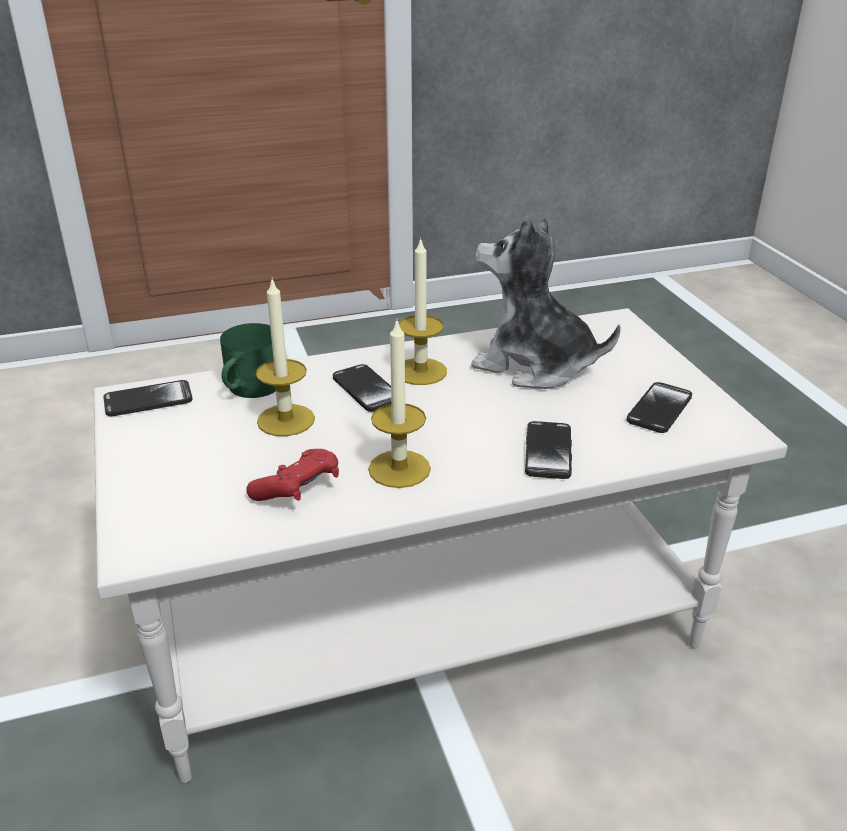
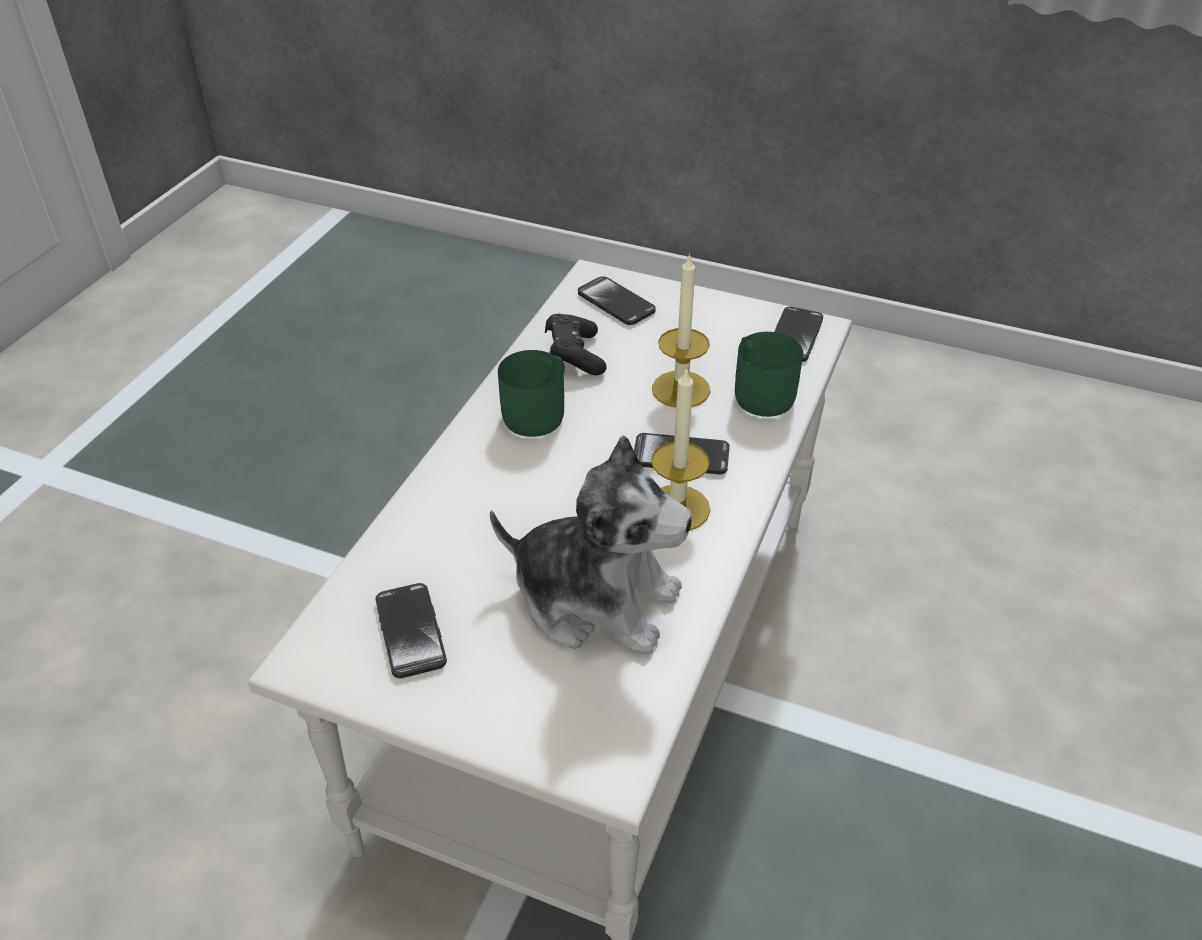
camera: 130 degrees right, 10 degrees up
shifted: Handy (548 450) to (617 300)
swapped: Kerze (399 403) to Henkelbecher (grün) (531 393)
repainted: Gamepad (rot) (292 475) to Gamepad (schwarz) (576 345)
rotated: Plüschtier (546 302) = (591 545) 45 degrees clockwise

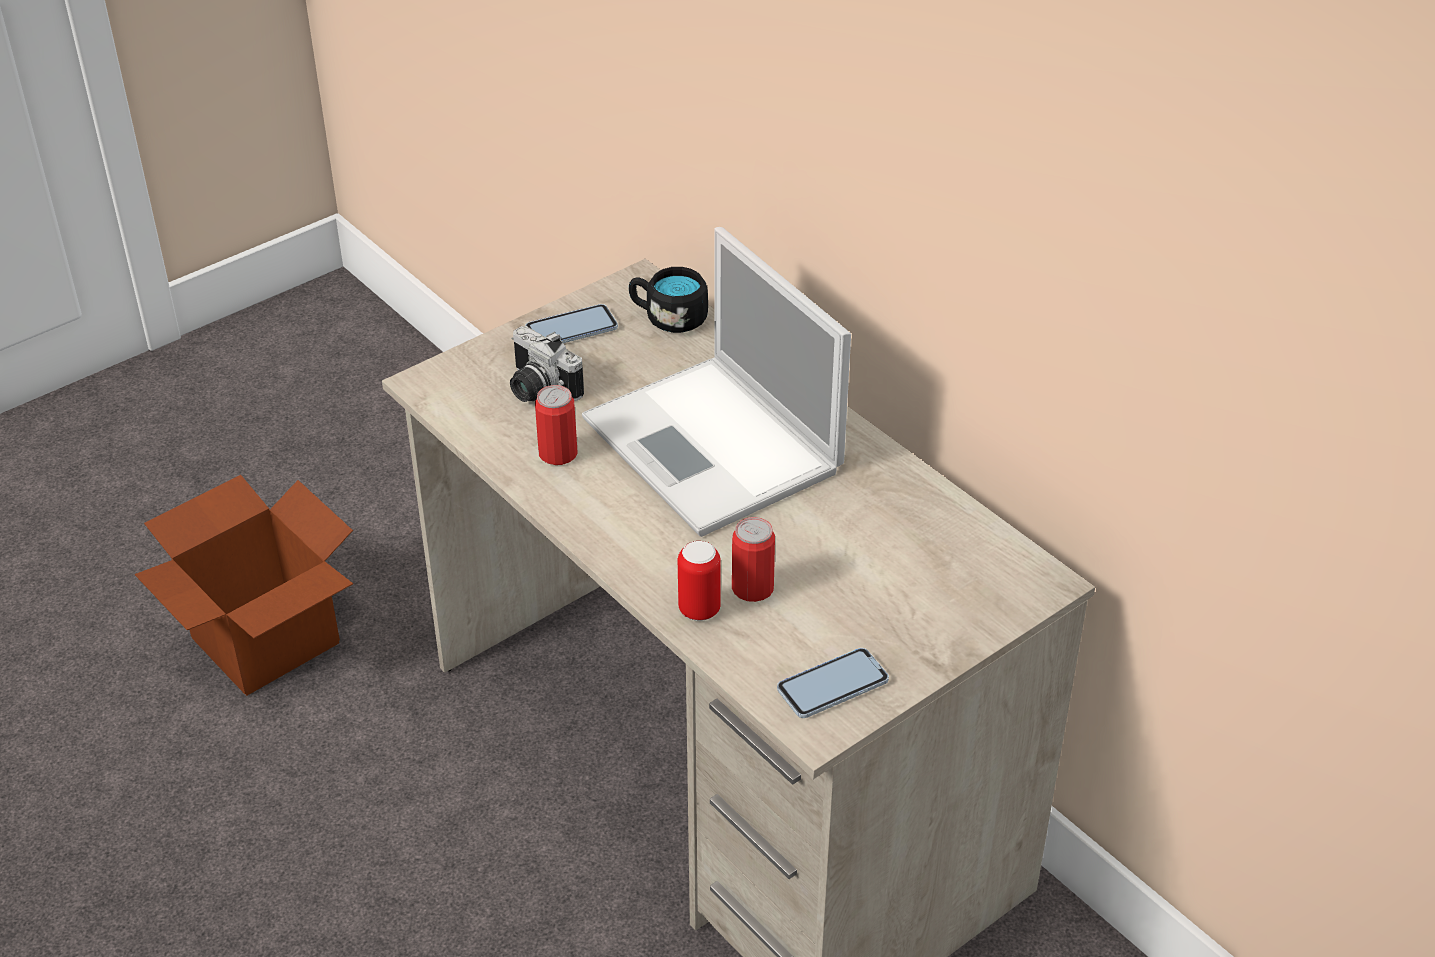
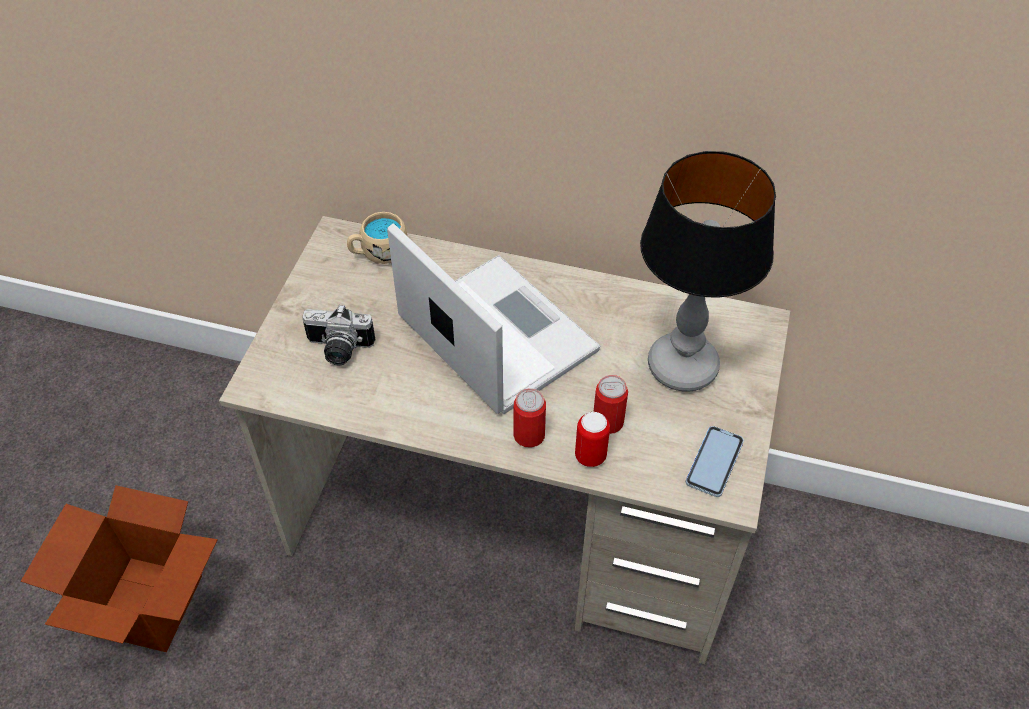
camera: 35 degrees left, 10 degrees up
gone: Handy (571 323)
new: Tischlampe (708 271)
shifted: Dose (556 425) to (530 418)
repainted: Henkelbecher (schwarz) (668 300) to Henkelbecher (beige) (377 238)
rotated: Laptop (716 382) = (493 319) 150 degrees counterclockwise

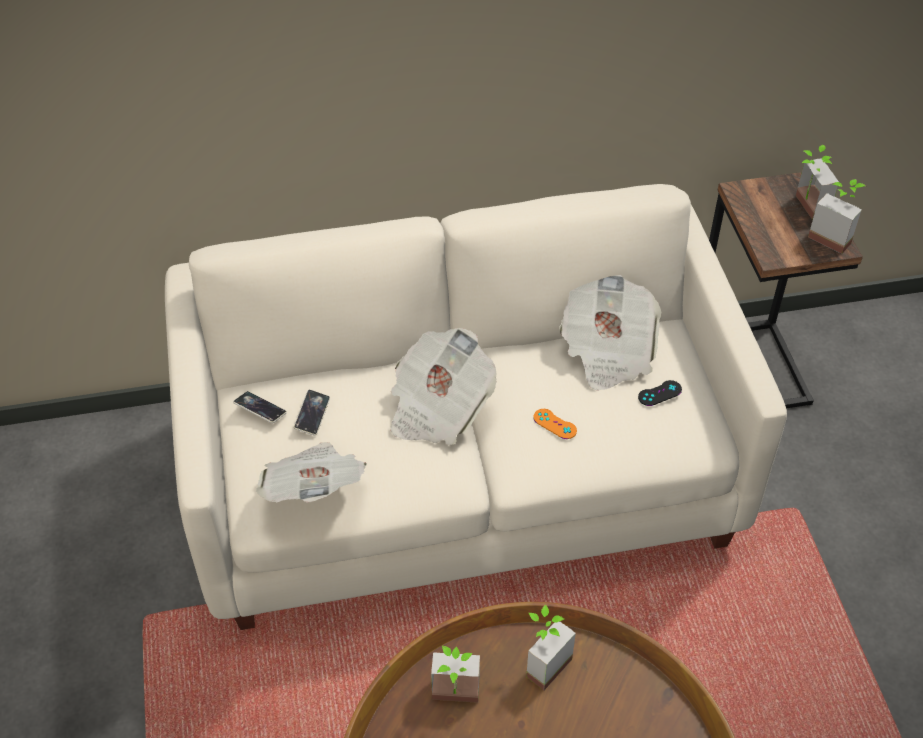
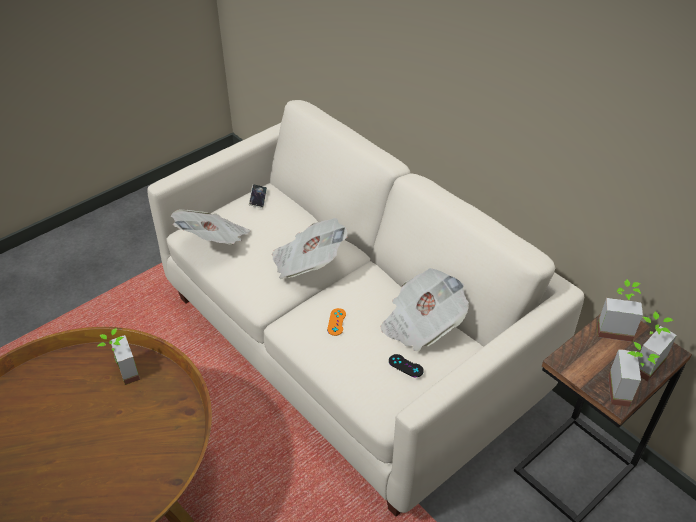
camera: 60 degrees right, 5 degrees down
gone: Handy (312 413)
shifted: Topfpflanze (551 648) to (620 310)

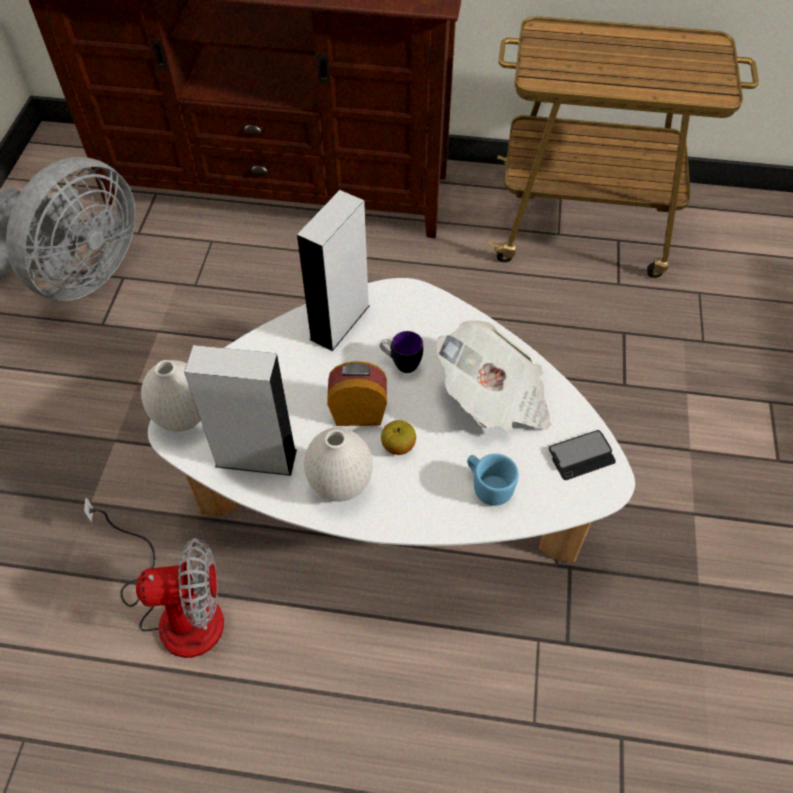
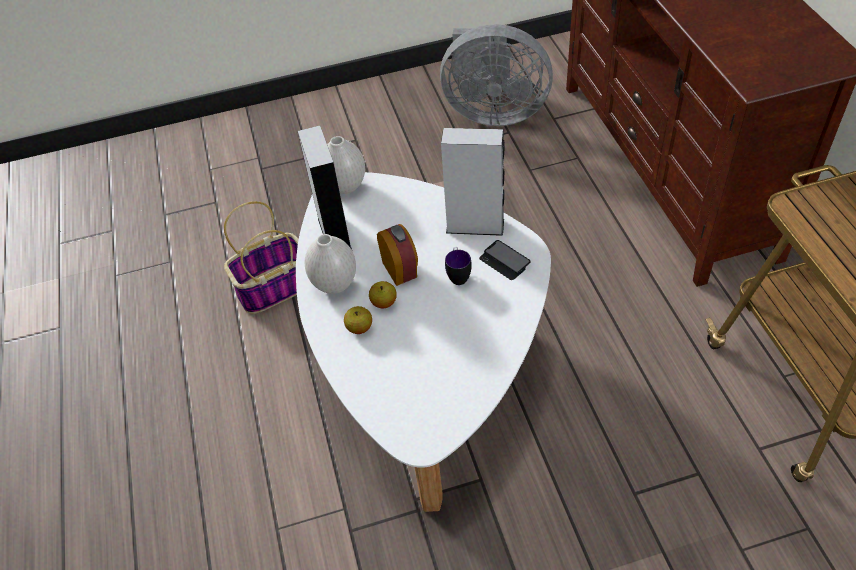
camera: 70 degrees right, 5 degrees down
gone: Zeitung (493 376); Henkelbecher (blau) (493 480)
new: Apfel (358 320)
shifted: Handy (582 455) to (505 260)
swapped: Ventilator (154 577) to Korb (261 257)

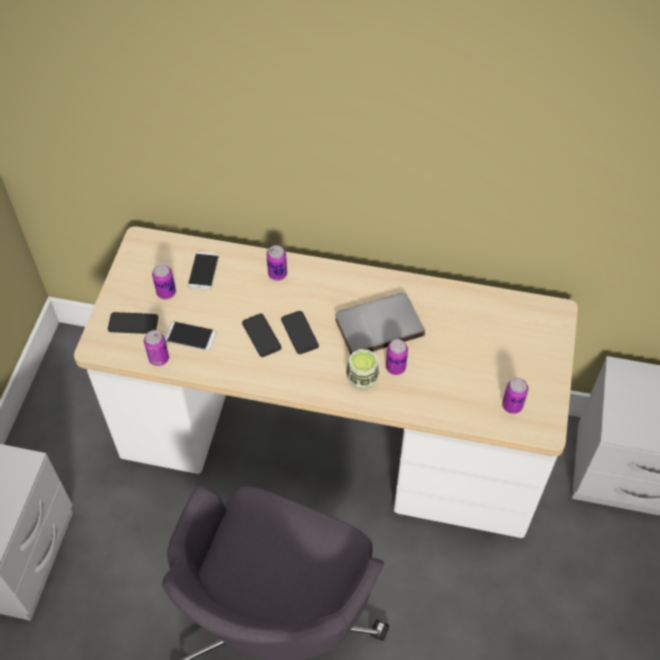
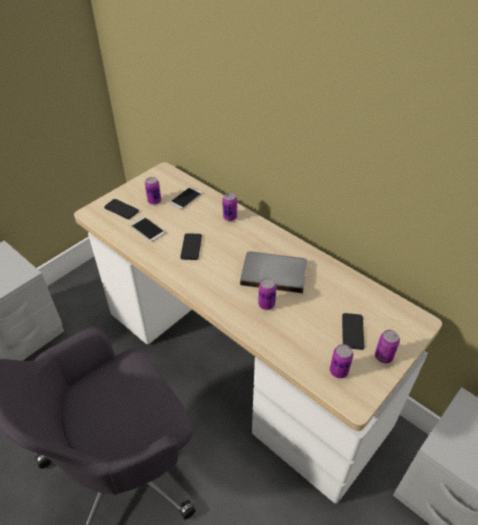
camera: 30 degrees right, 10 degrees down
gone: Tasse (362 369)
shifted: Dose (156 348) to (387 346); Handy (300 332) to (353 331)

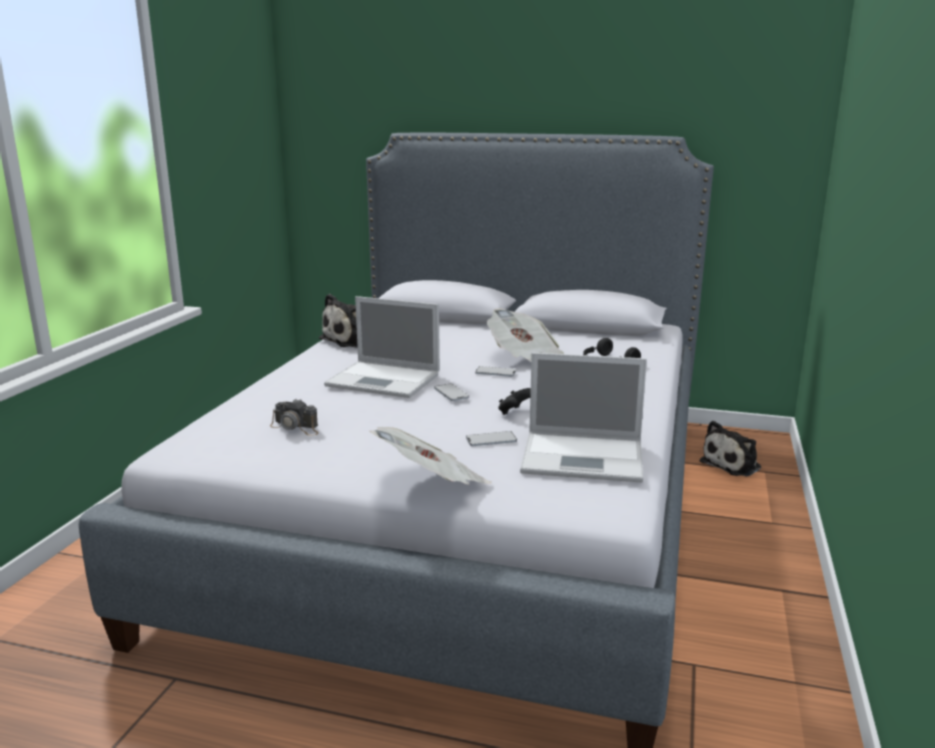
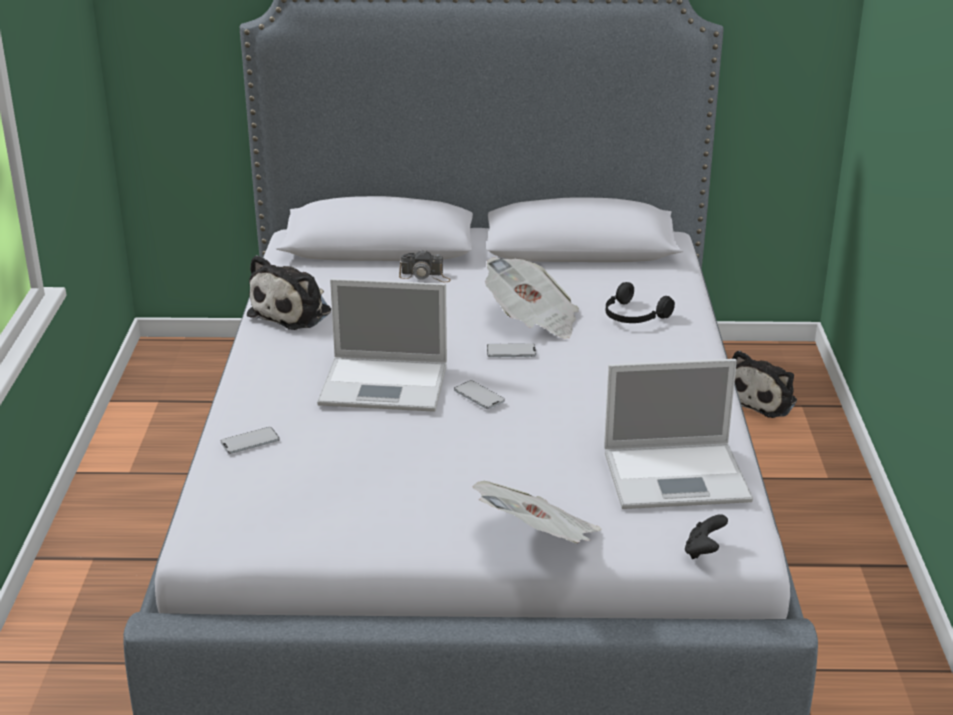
camera: 15 degrees left, 10 degrees up
shifted: Kamera (294 417) to (425 266); Handy (491 438) to (250 440); Gamepad (schwarz) (515 401) to (706 536)

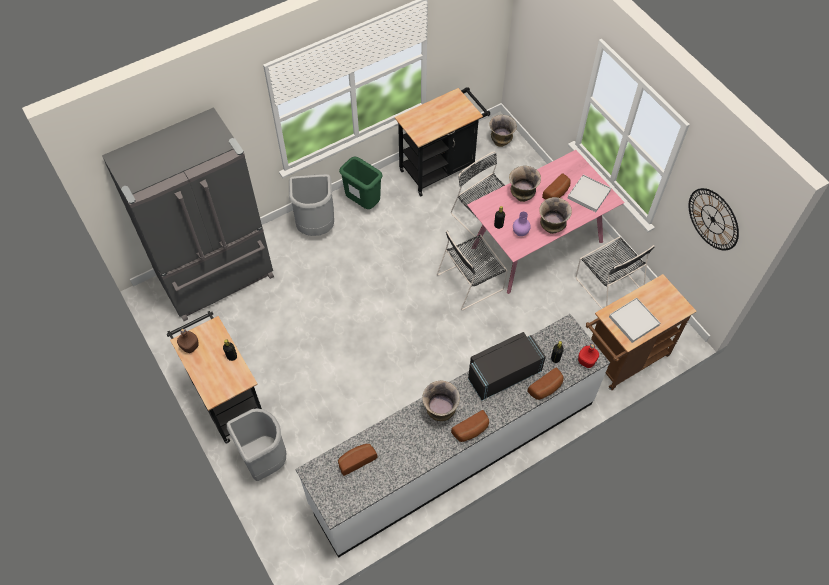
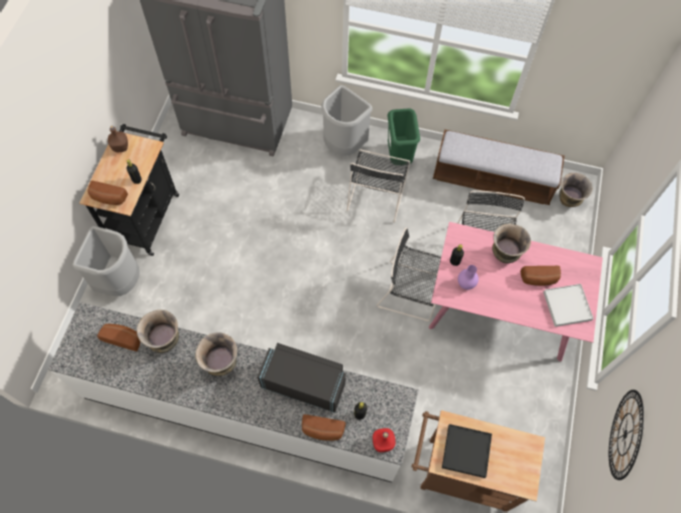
camera: 45 degrees right, 5 degrees up
shifted: Brot (470 426) to (108 193); Vase (555 215) to (158 331); Stuhl (schwarz) (615 272) to (378 186)
swapped: Rollwagen (schwarz) (442 141) to Bank (499 167)
repainted: Tablett (weiß) (634 320) to Tablett (schwarz) (467 451)

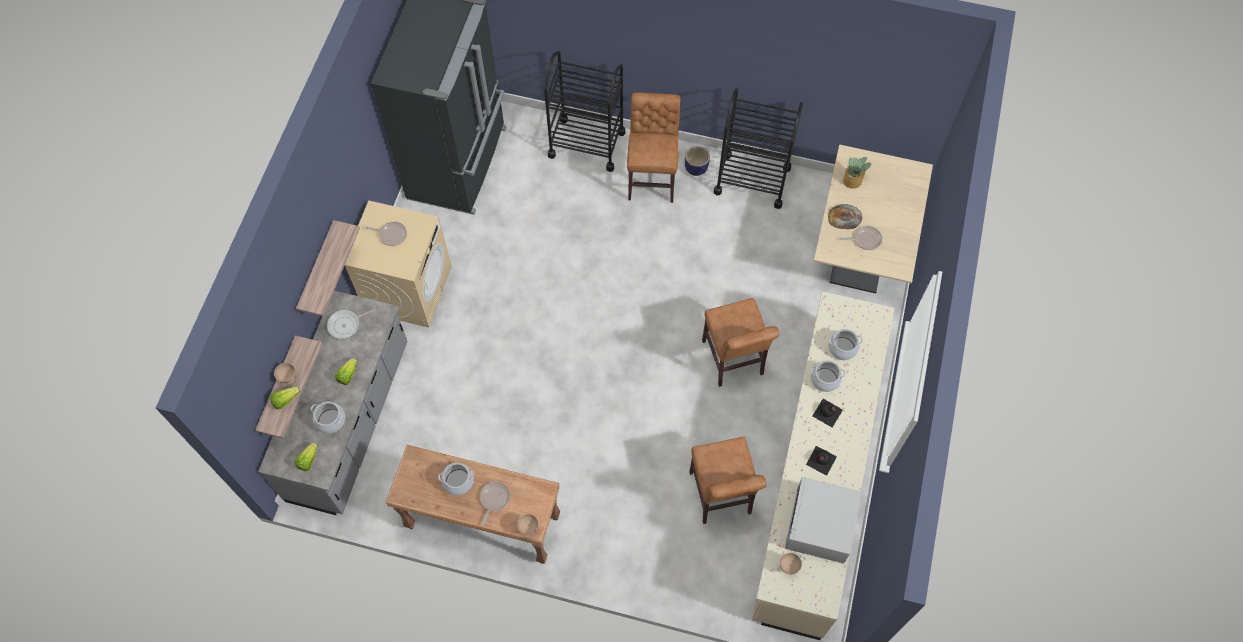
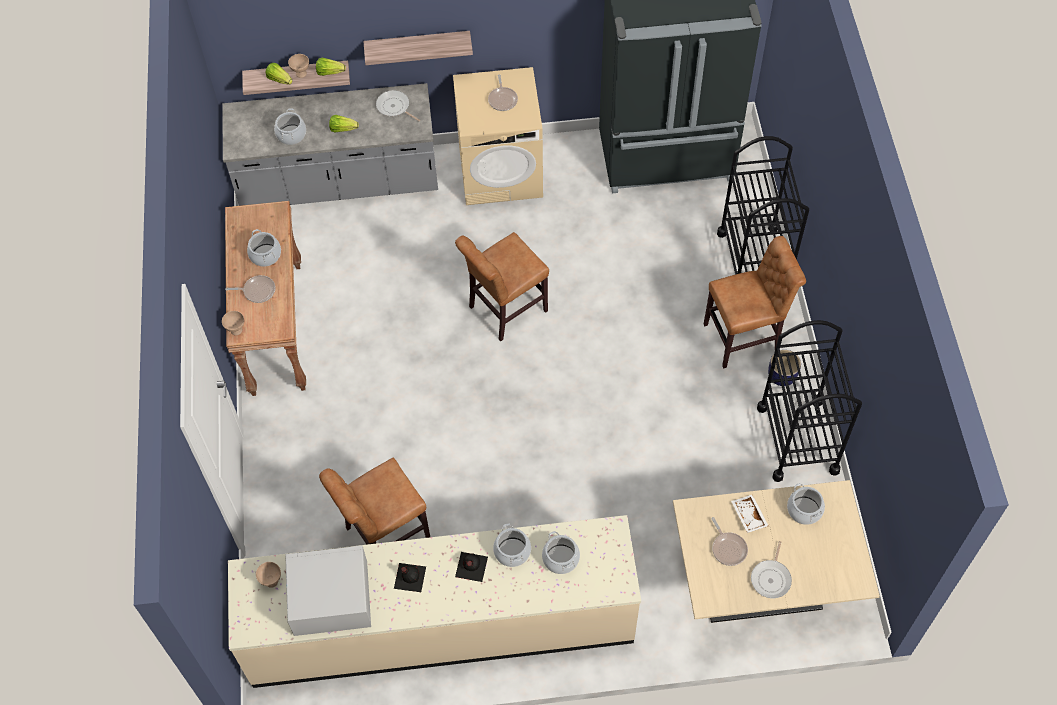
camera: 70 degrees right, 5 degrees down
new: Pfanne (771 569)
shifted: Salatkopf (306 457) to (331 67); Stuhl (braun) (740 342) to (502 287)
swapped: Brot (845 216) to Tablett (weiß) (750 514); Topfpflanze (857 173) to Kochtopf (806 504)

